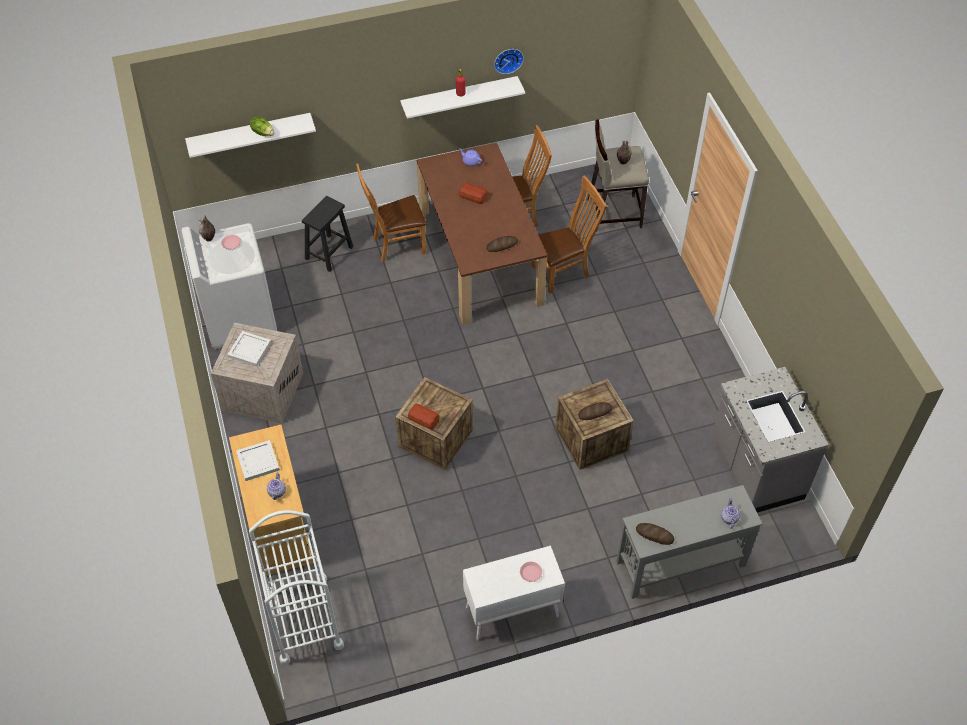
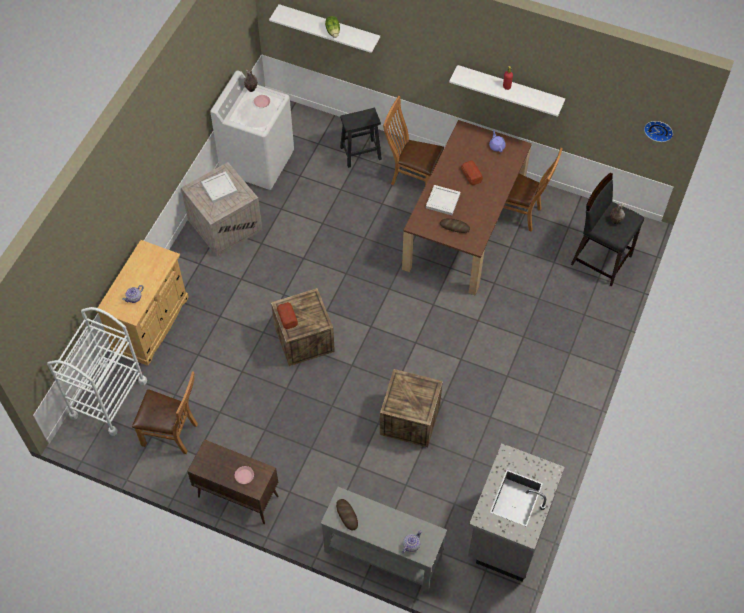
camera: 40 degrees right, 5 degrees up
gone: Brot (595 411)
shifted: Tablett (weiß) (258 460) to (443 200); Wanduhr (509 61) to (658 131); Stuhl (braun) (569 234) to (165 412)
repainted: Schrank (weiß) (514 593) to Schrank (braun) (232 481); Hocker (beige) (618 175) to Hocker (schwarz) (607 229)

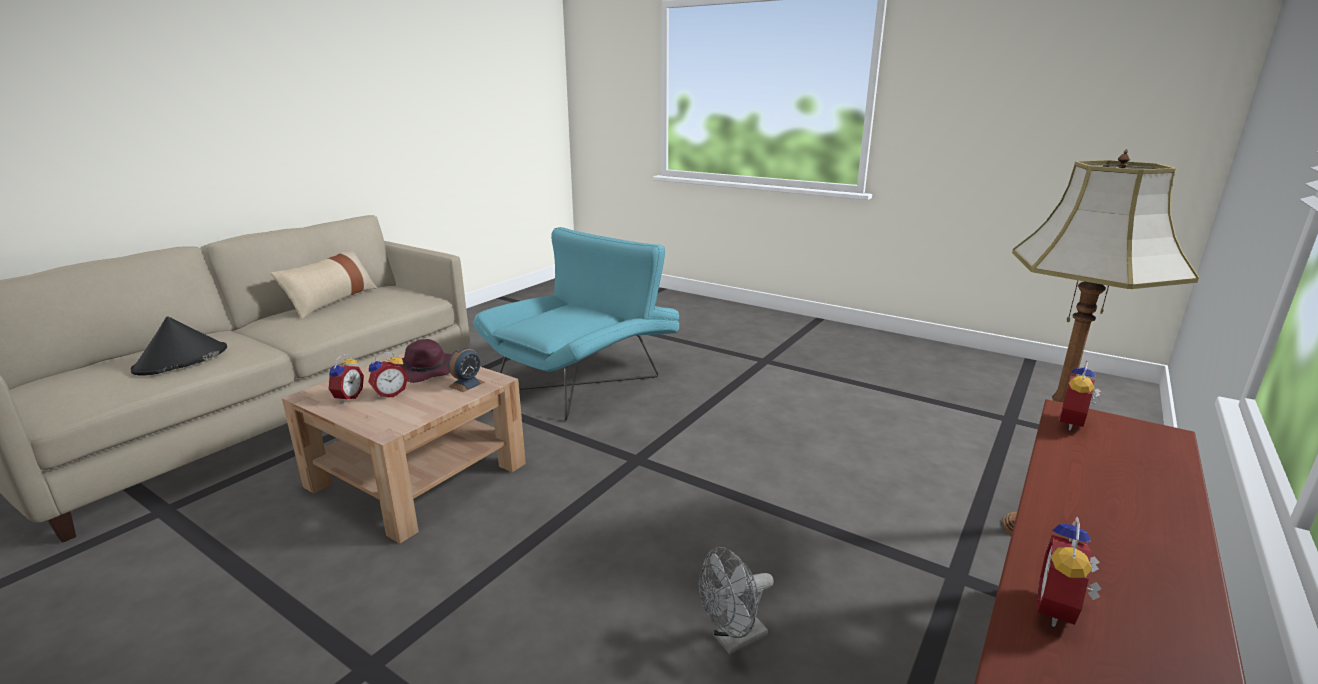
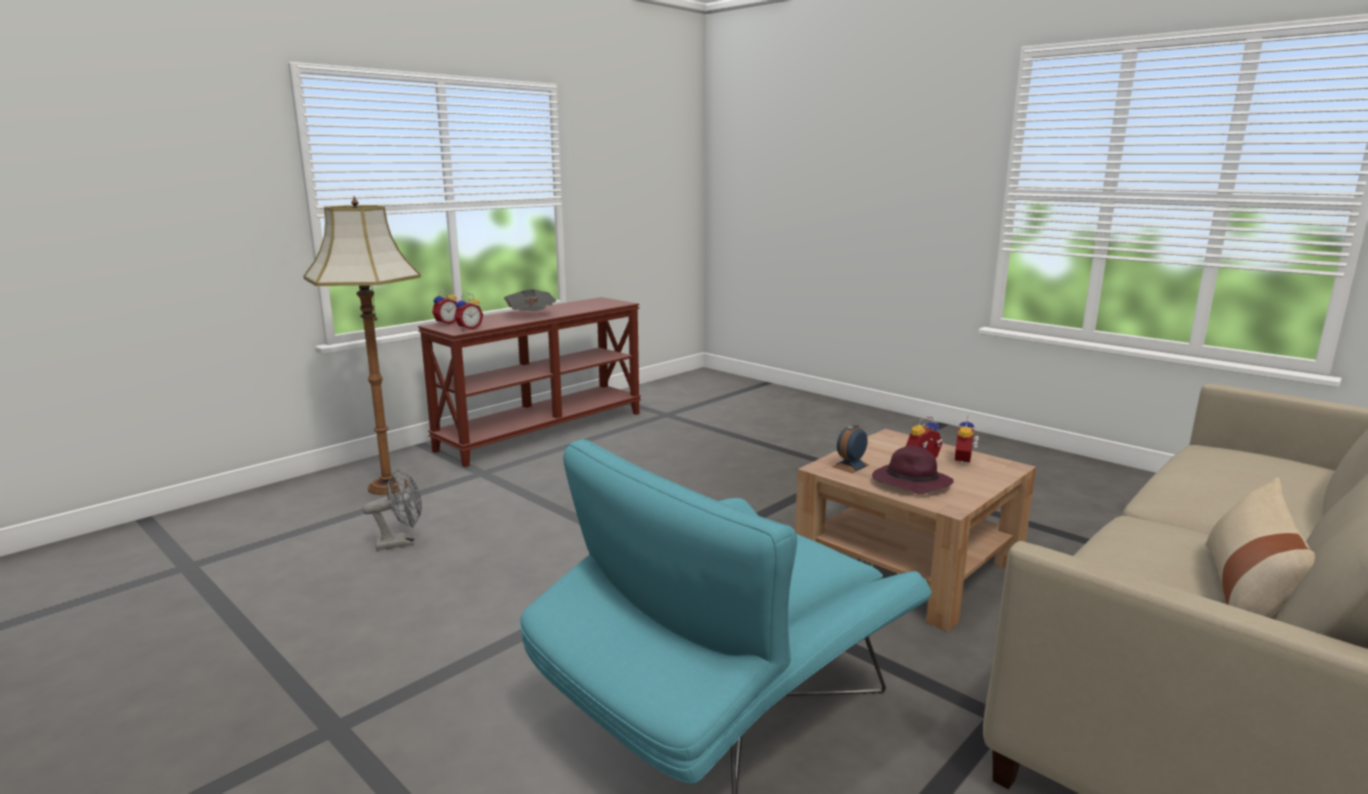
camera: 170 degrees left, 5 degrees down
gone: Hut (schwarz) (178 346)
new: Zeitung (530 300)
shifted: Ventilator (grau) (736 600) to (392 509); Wecker (1069 572) to (444 307)

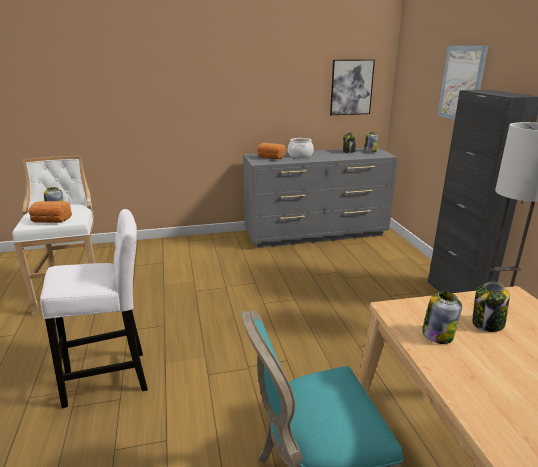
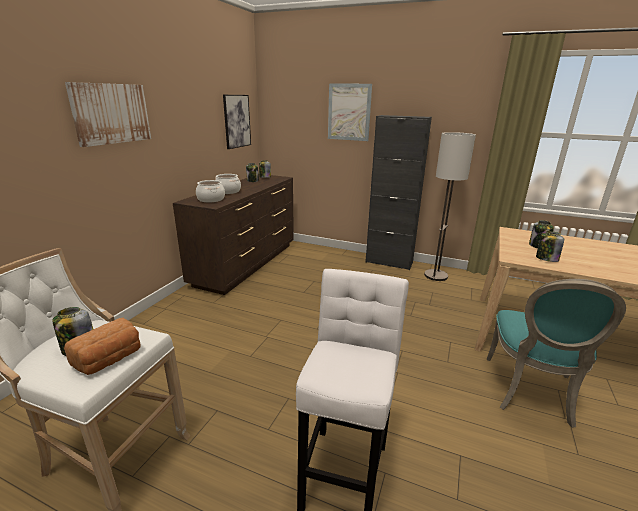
camera: 55 degrees left, 0 degrees up
new: Bild (108 114)
swapped: Brot (271 151) to Kochtopf (210 191)
repainted: Kommode (grau) (320 198) to Kommode (braun) (233 234)

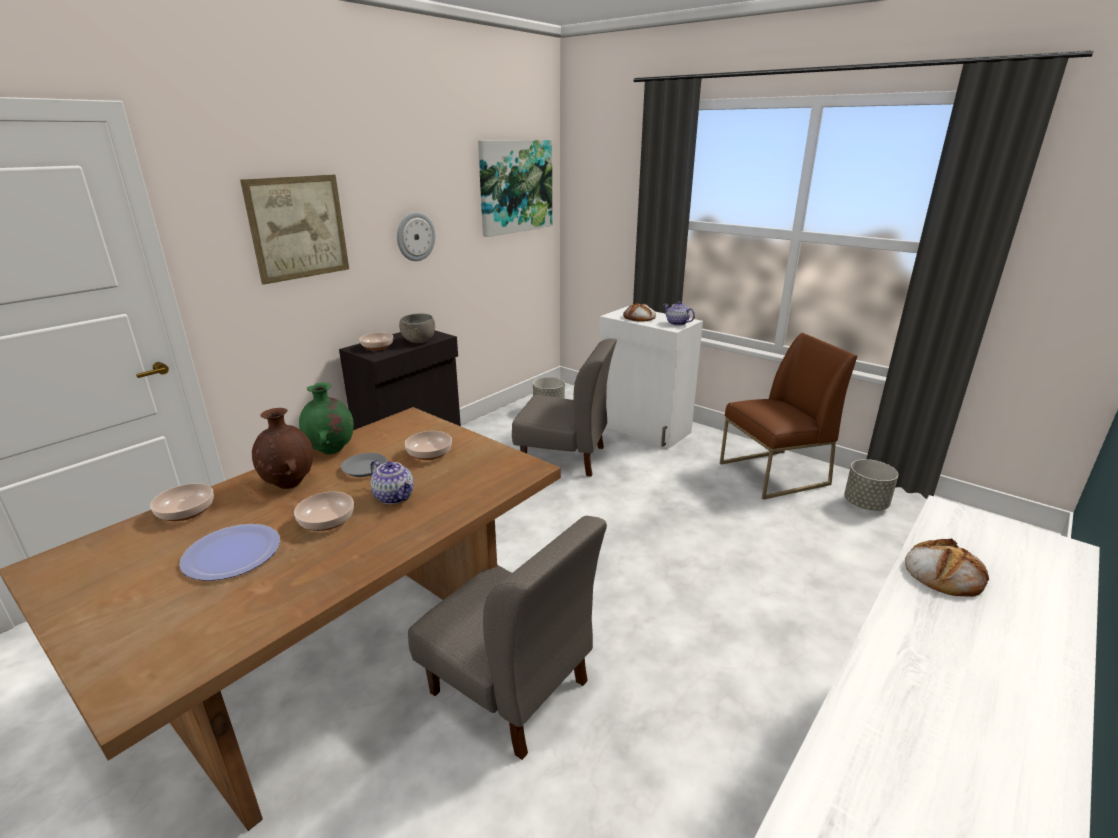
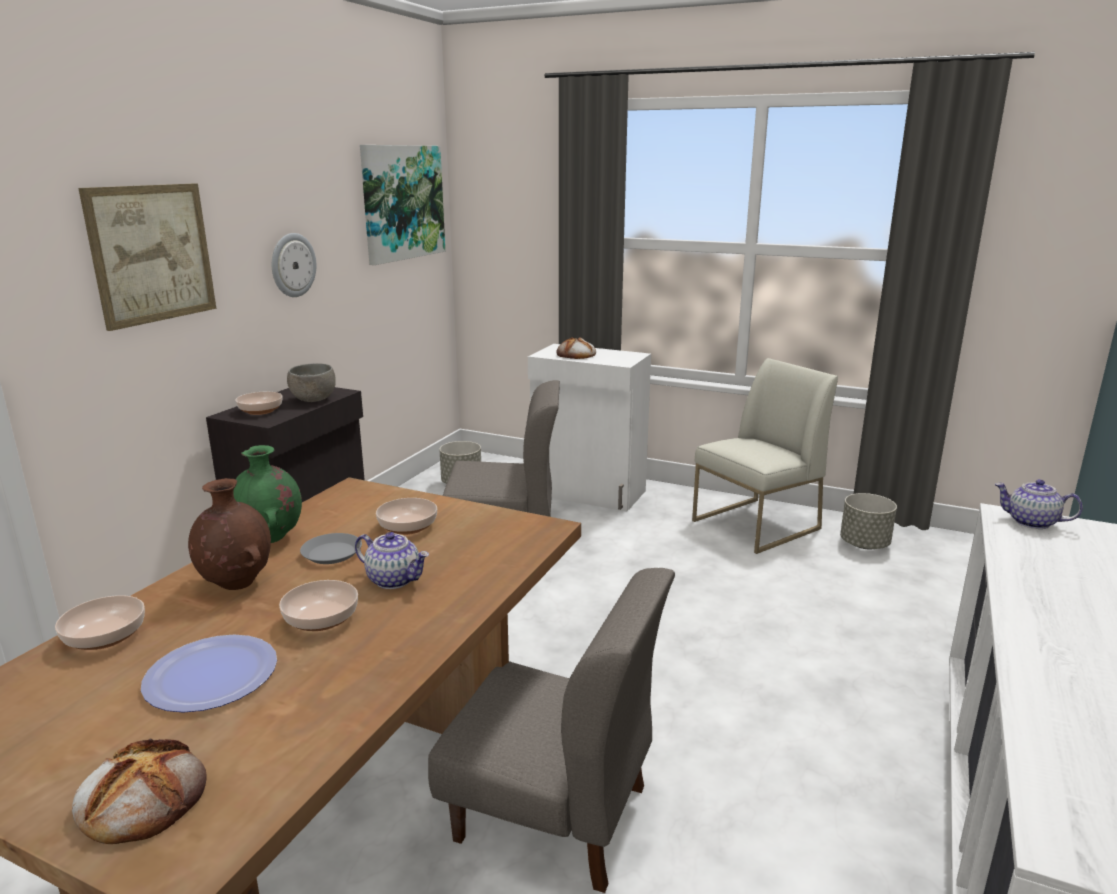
camera: 15 degrees left, 5 degrees down
shifted: Teekanne (679 313) to (1039 504); Brot (947 567) to (139 791)
repainted: Stuhl (braun) (788 416) to Stuhl (weiß) (765 456)

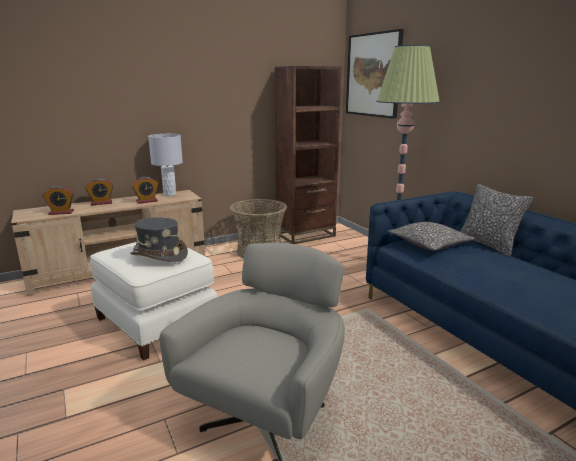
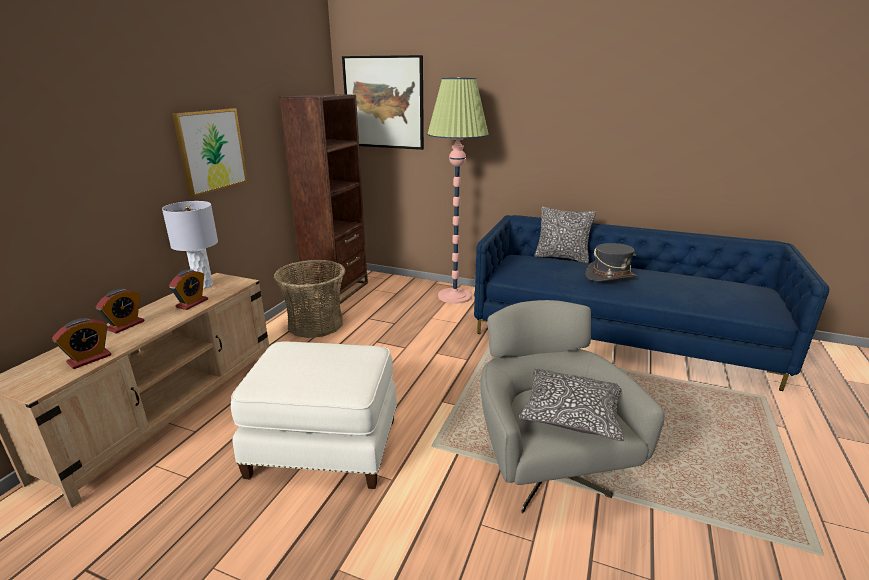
camera: 40 degrees left, 5 degrees up
new: Bild (210 152)
shifted: Hut (grau) (159 239) to (611 262); Kissen (431 236) to (571 404)

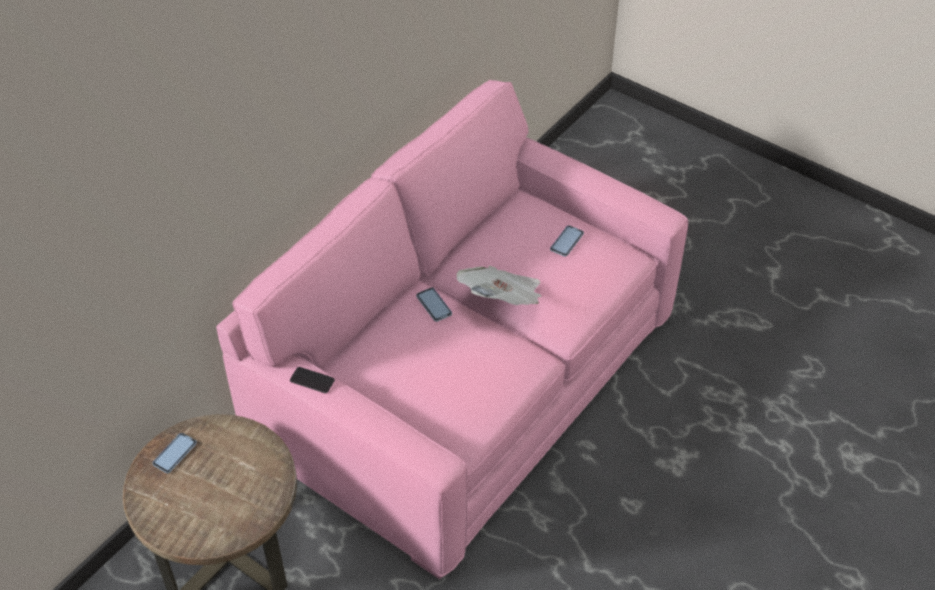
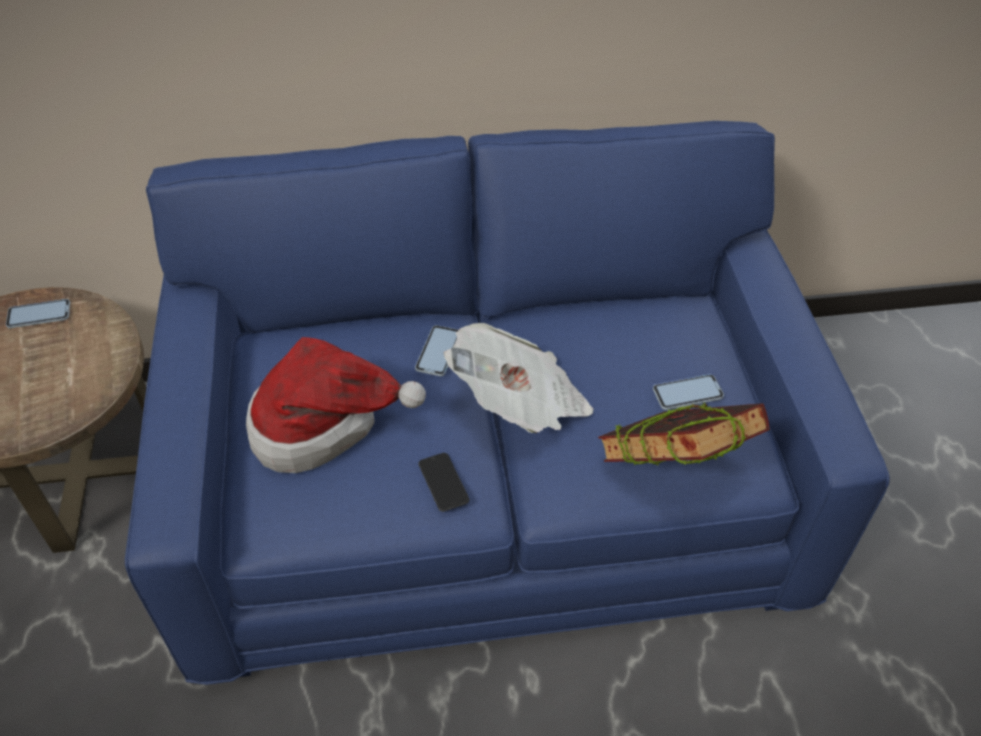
camera: 45 degrees right, 0 degrees up
new: Hut (336 405); Buch (684 434)
shifted: Handy (312 380) to (443 482)
repainted: Sofa (rosa) (452 329) to Sofa (blau) (507 403)

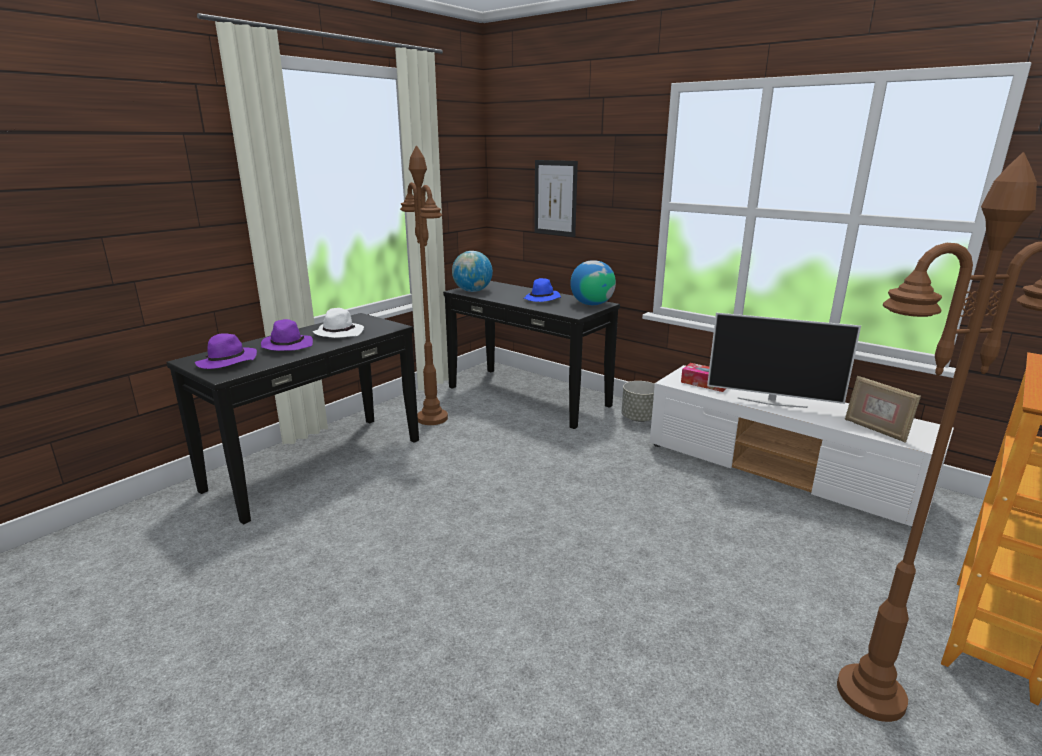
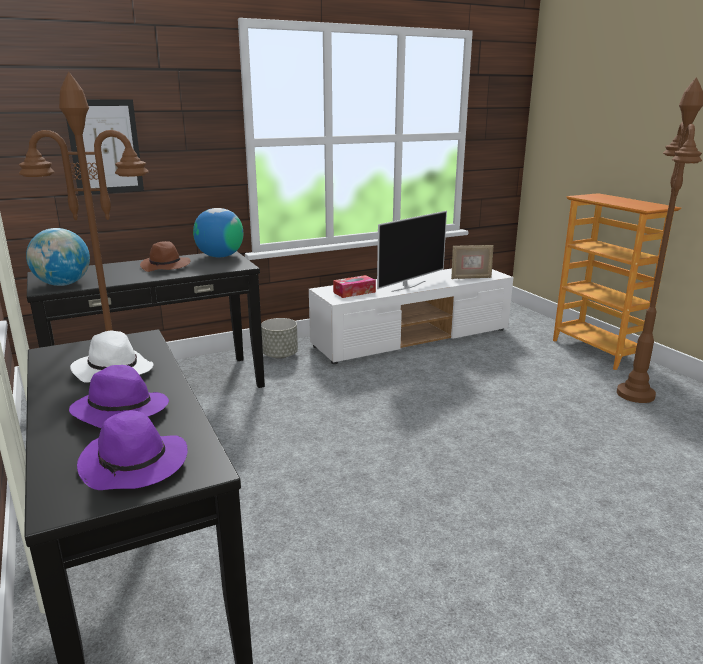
camera: 65 degrees left, 0 degrees up
repainted: Hut (blau) (542 290) to Hut (braun) (165 256)

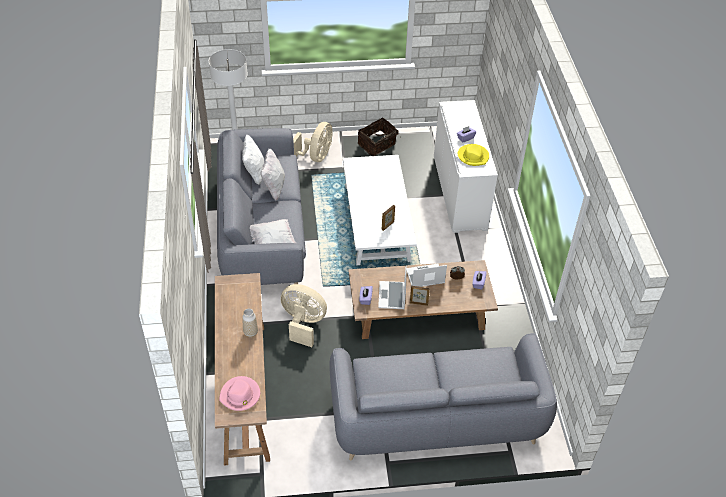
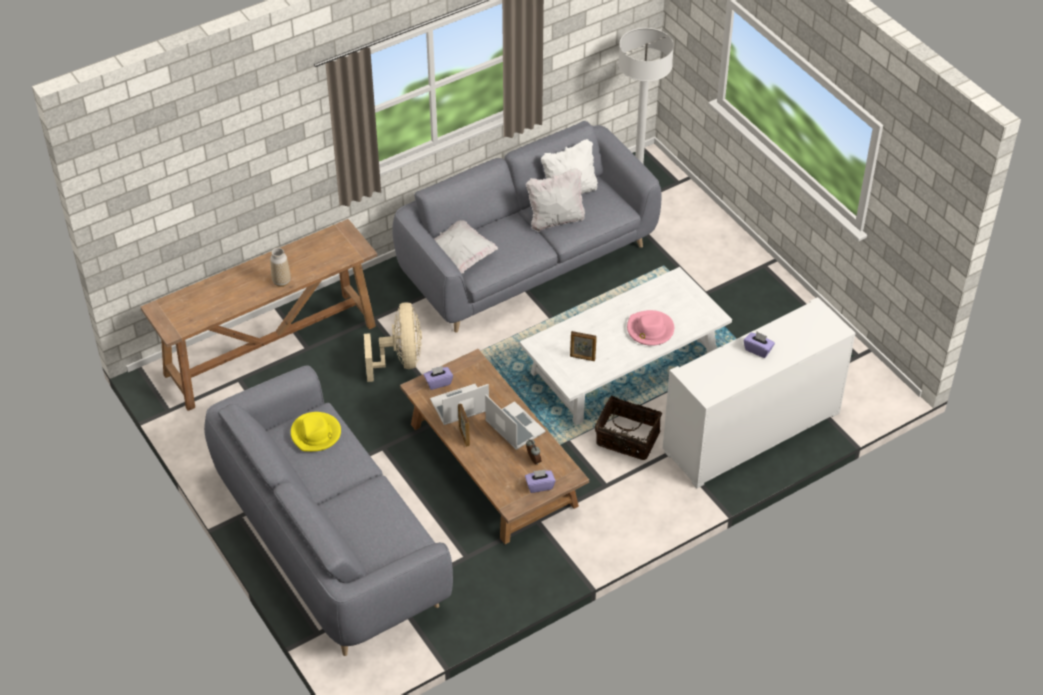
camera: 65 degrees right, 0 degrees up
gone: Ventilator (beige) (313 142)
shifted: Hut (rosa) (239 393) to (650 328); Korb (378 137) to (628 428); Hut (gelb) (473 155) to (316 432)

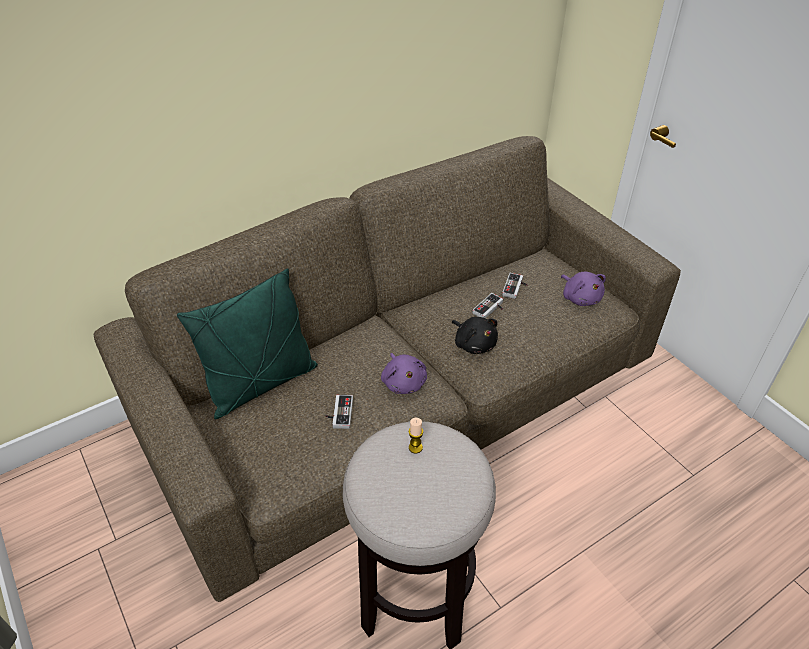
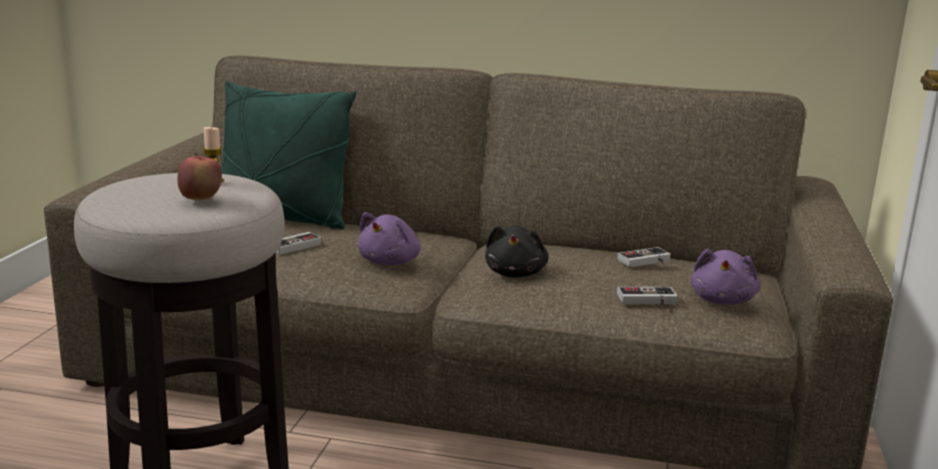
camera: 45 degrees right, 25 degrees down
new: Apfel (199 176)
shifted: Gamepad (487 305) to (647 296)

